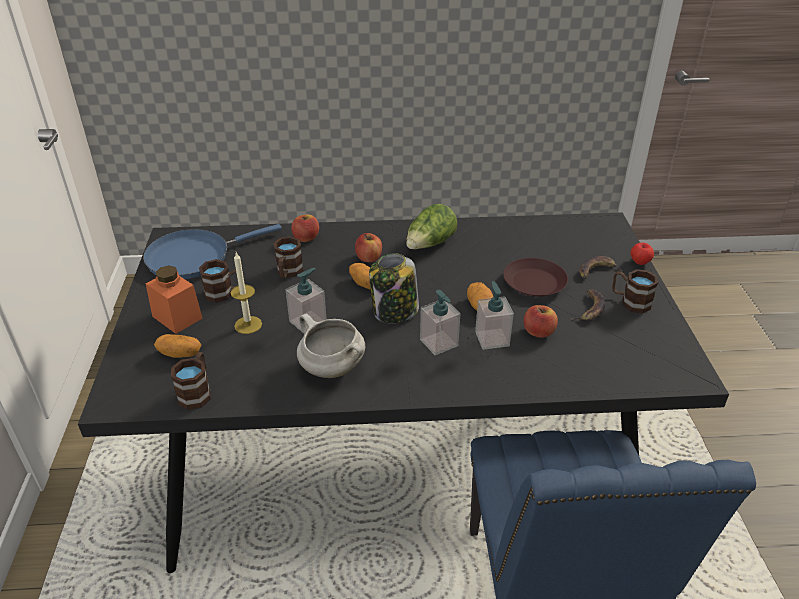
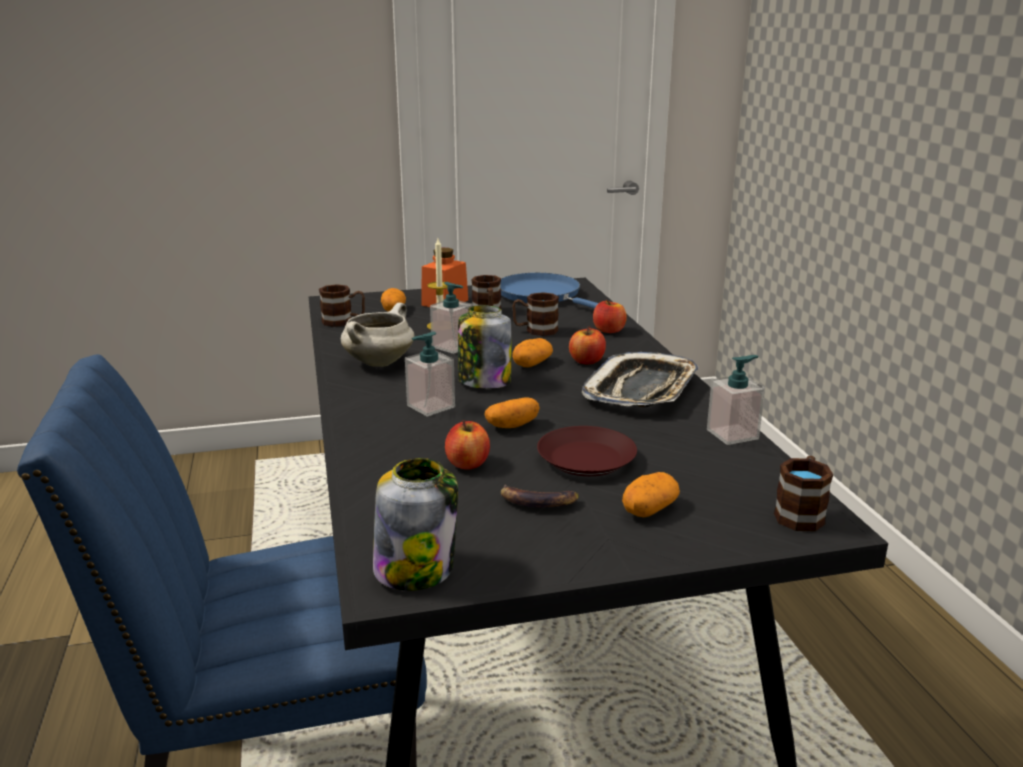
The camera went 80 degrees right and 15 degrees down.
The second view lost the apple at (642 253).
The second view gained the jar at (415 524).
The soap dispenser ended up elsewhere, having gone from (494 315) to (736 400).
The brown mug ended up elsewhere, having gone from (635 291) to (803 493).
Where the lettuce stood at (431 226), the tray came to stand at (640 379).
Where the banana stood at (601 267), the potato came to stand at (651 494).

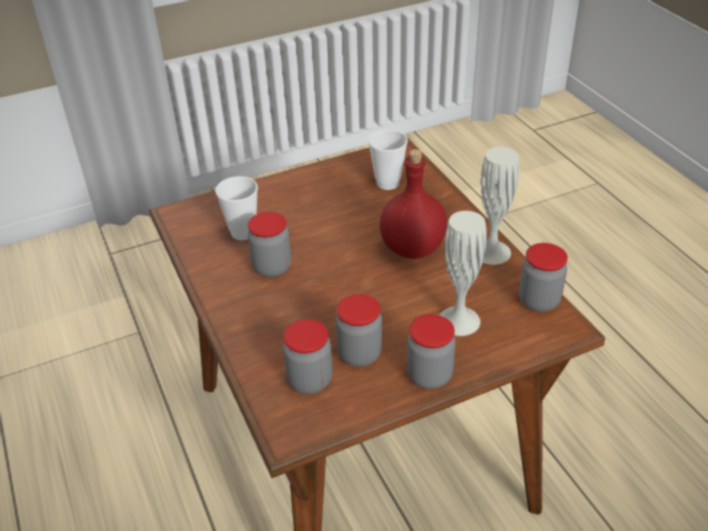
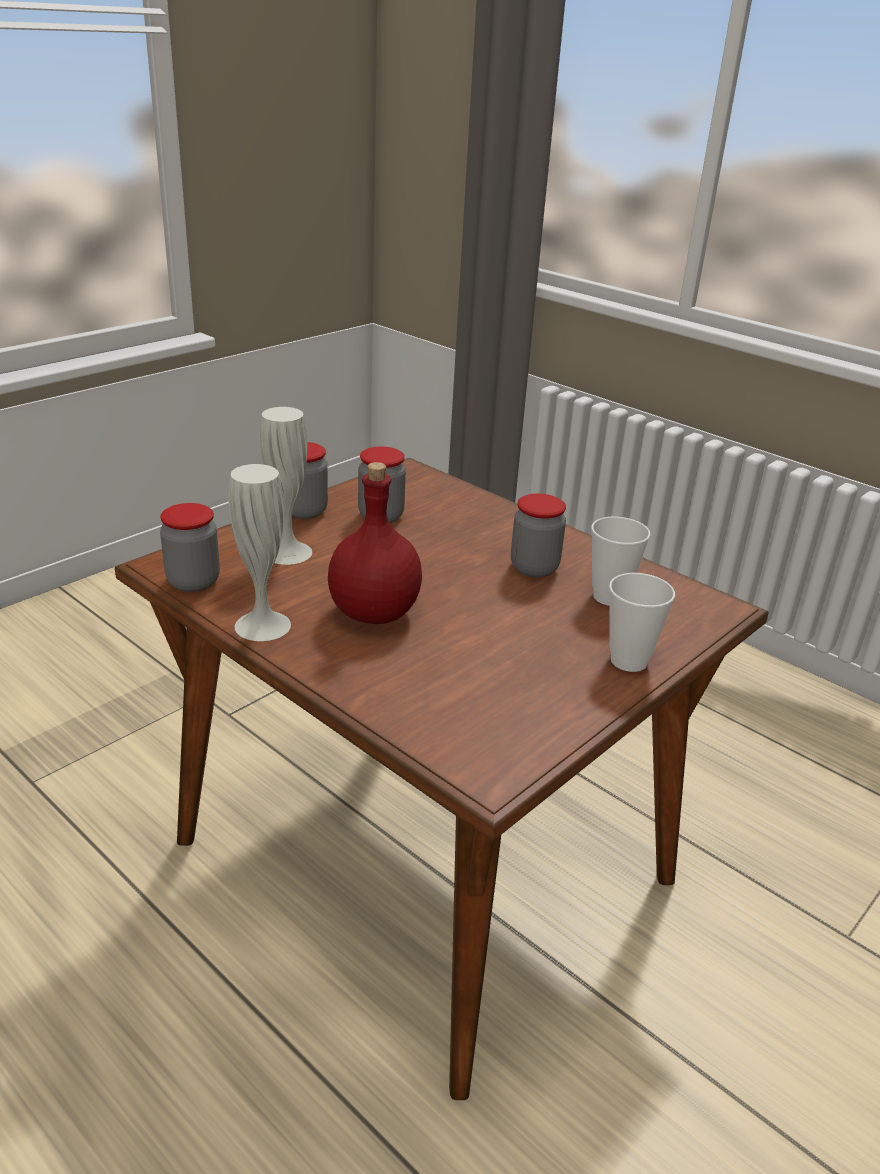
The camera went 155 degrees right and 10 degrees down.
The second view lost the jar at (308 356).
The cup ended up elsewhere, having gone from (388 160) to (642 622).

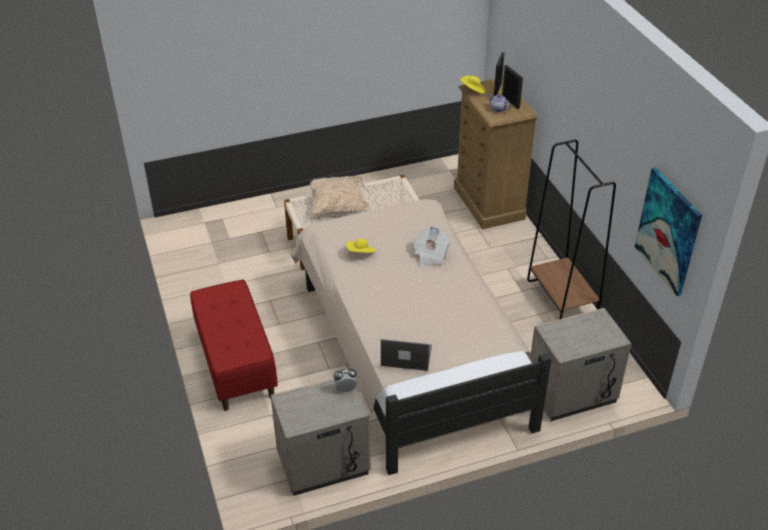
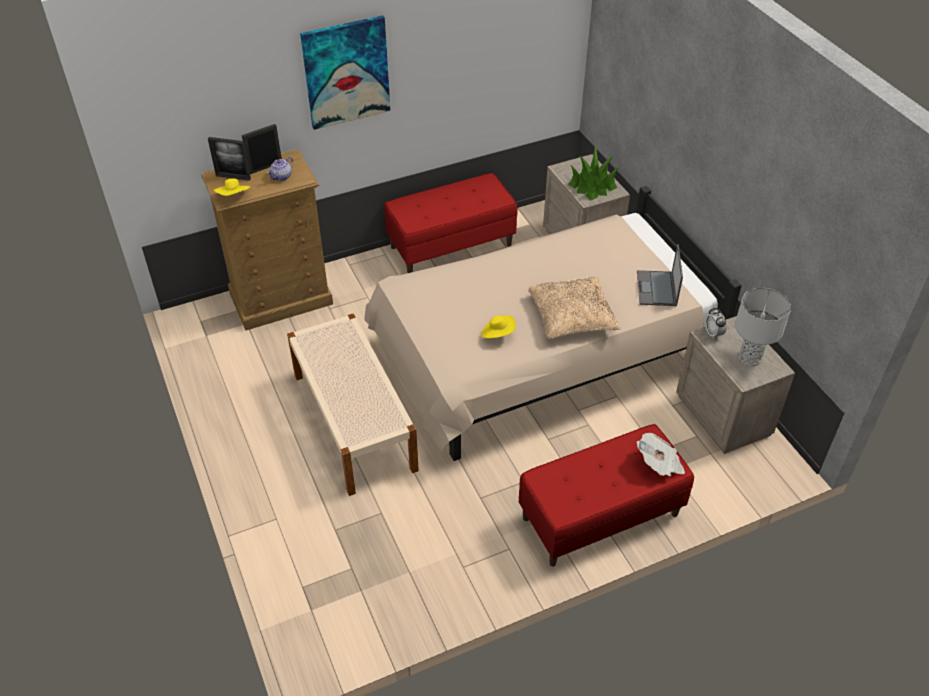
The camera went 95 degrees left and 5 degrees up.
The second view gained the potted plant at (594 172).
The second view gained the white table lamp at (763 327).
The beige pillow ended up elsewhere, having gone from (340 195) to (574 307).
The newspaper ended up elsewhere, having gone from (432 246) to (661 455).
The picture ended up elsewhere, having gone from (668 231) to (345 72).
Where the clothes rack stood at (571 229), the red bench came to stand at (451 223).

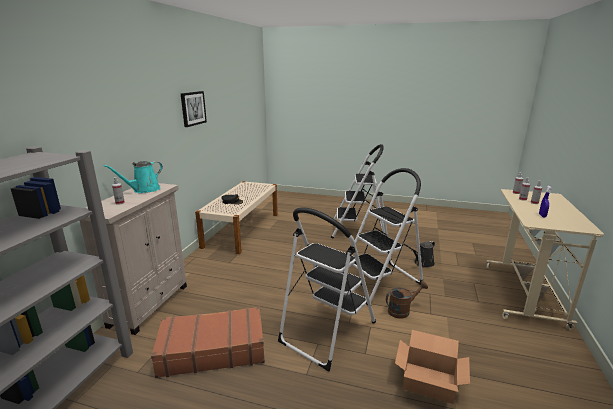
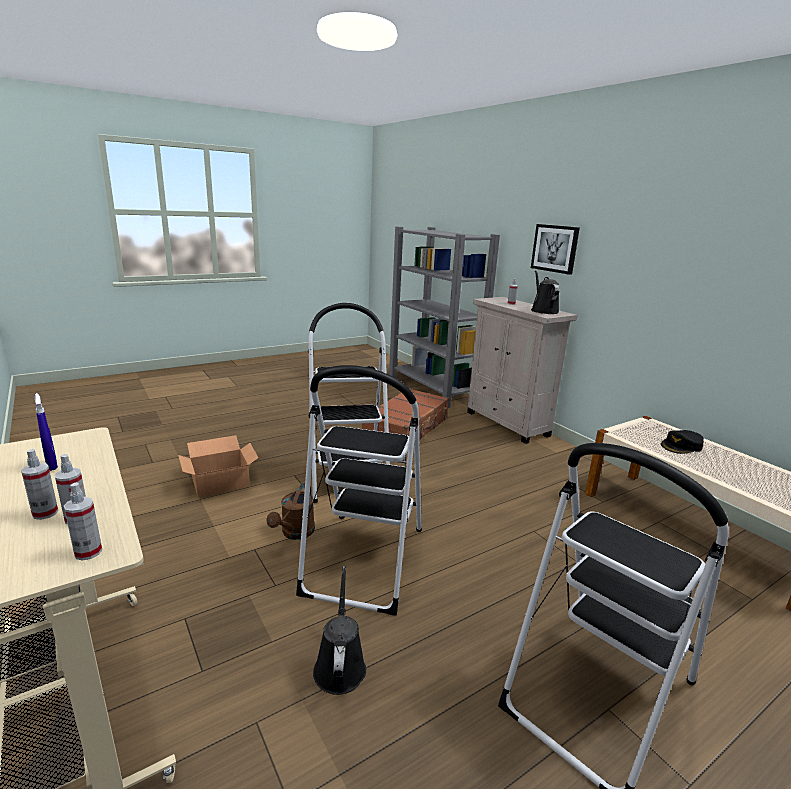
The camera went 130 degrees right and 0 degrees up.
The picture ended up elsewhere, having gone from (194 109) to (555 249).
What was the turquoise watering can at (133 177) turned into the black watering can at (545 292).

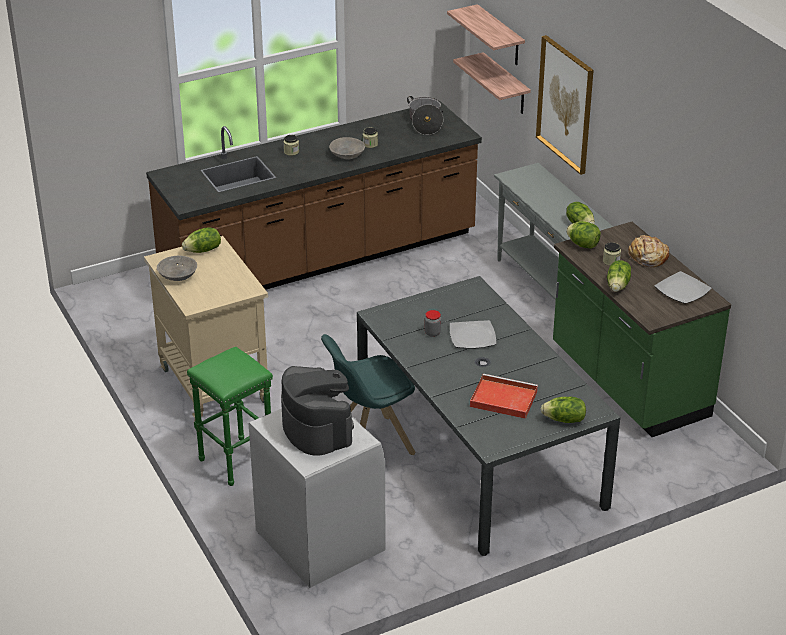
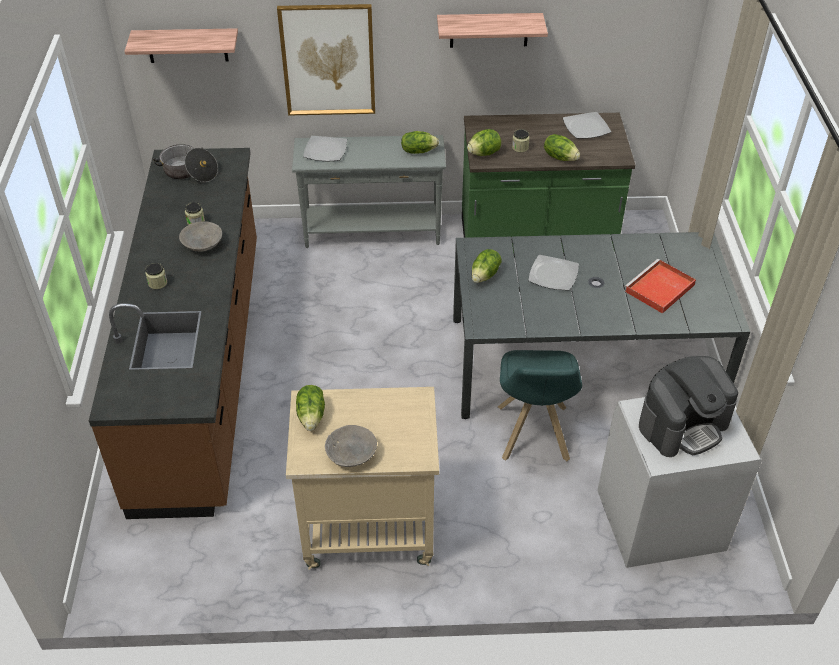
The camera went 65 degrees left and 10 degrees up.
The second view lost the green stool at (230 416).
The second view lost the jar at (433 323).
The second view lost the bread at (648 251).
The second view gained the plate at (325 148).
The shelf ended up elsewhere, having gone from (492 83) to (492 30).
The lettuce ended up elsewhere, having gone from (563 410) to (486 266).
The coffee machine at (317 411) ended up facing another way, 150 degrees clockwise from before.

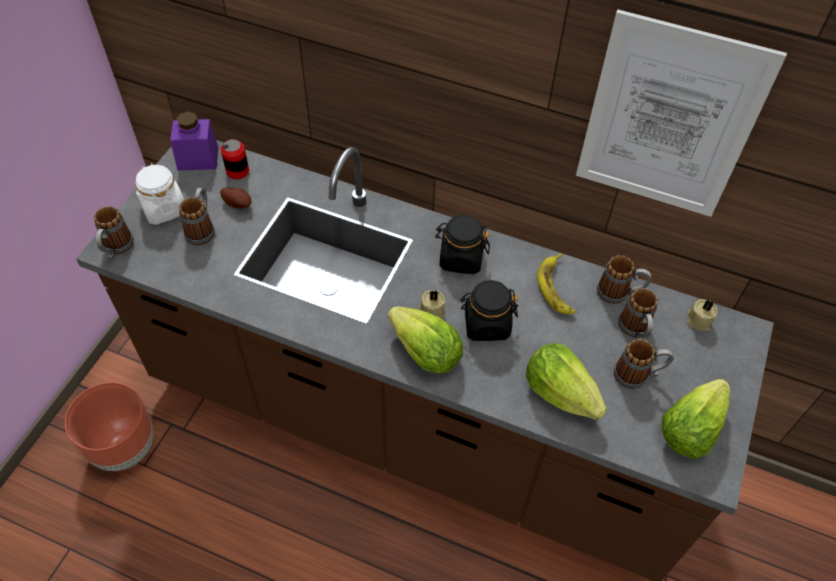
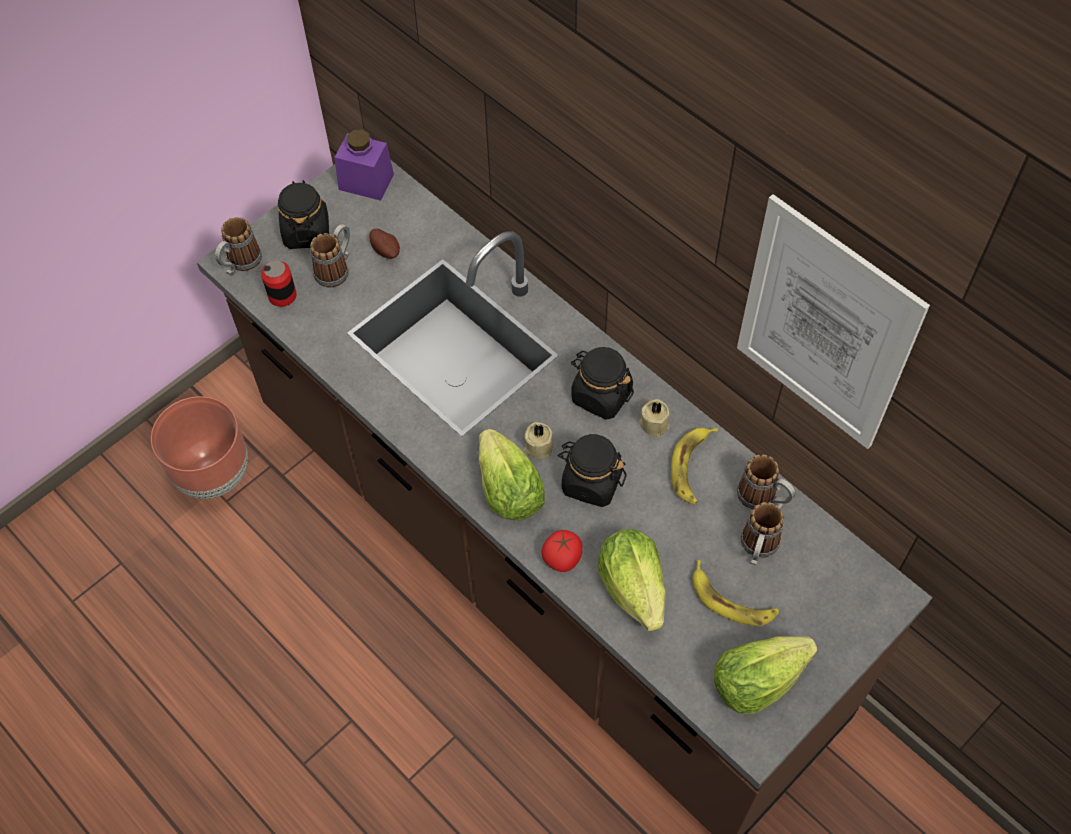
The camera went 25 degrees right and 5 degrees up.
The second view gained the tomato at (562 551).
The can ended up elsewhere, having gone from (235 159) to (279 283).
The beige candle ended up elsewhere, having gone from (702 315) to (654 418).
Where the mug stood at (643 364), the banana came to stand at (736 593).
What was the white jar at (160 194) turned into the black jar at (303 214).

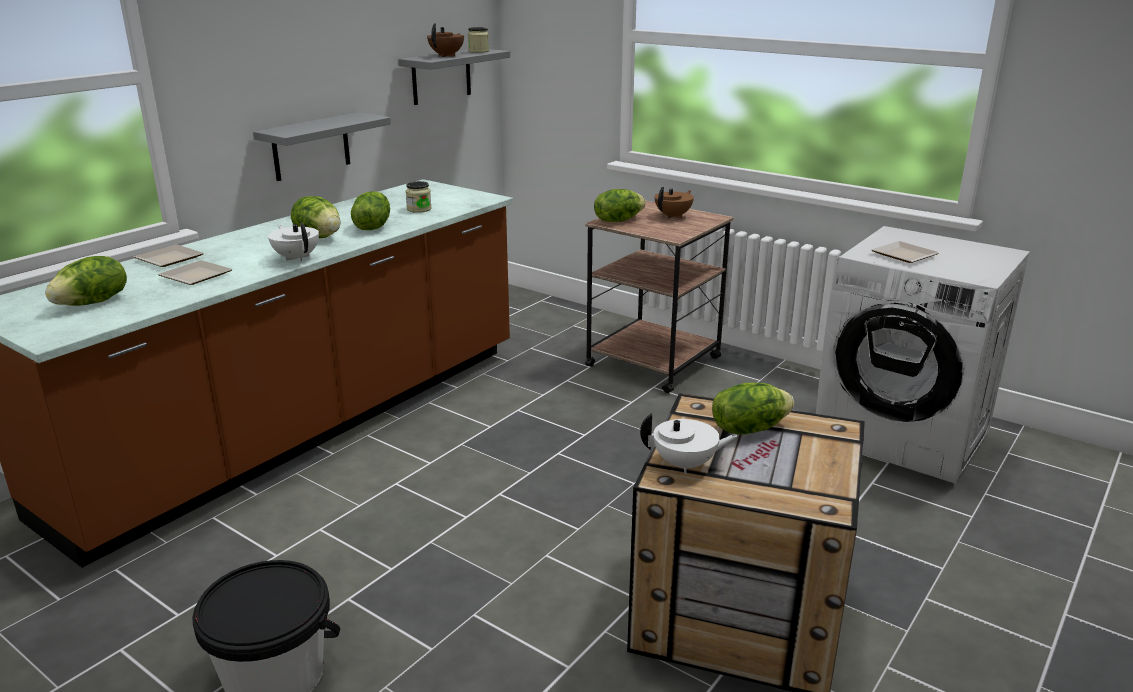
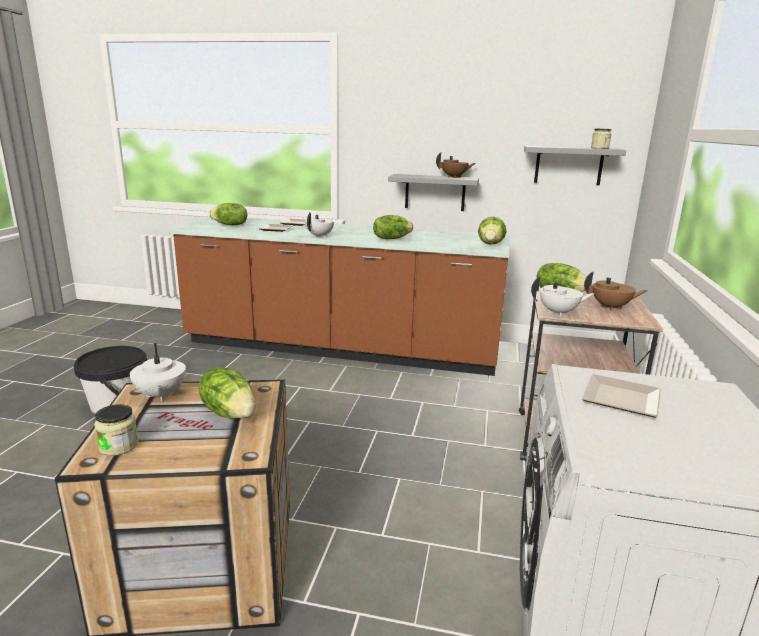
The camera went 65 degrees right and 5 degrees down.
The second view gained the white teapot at (562 297).
The lettuce ended up elsewhere, having gone from (315 217) to (492 230).
The jar ended up elsewhere, having gone from (418 197) to (116 430).
The brown teapot ended up elsewhere, having gone from (445 40) to (456 165).

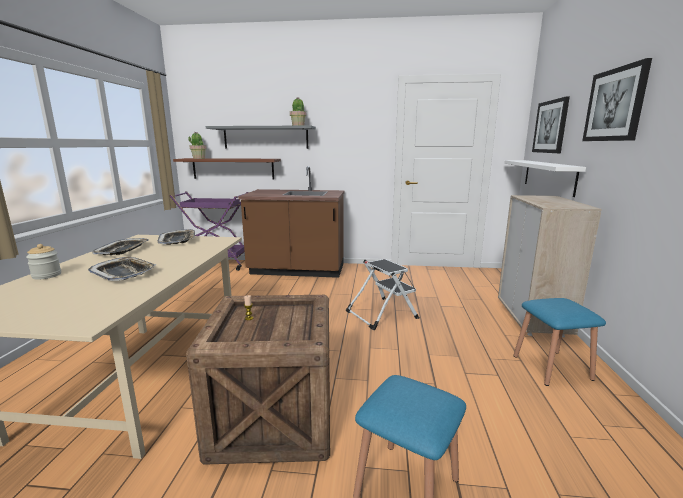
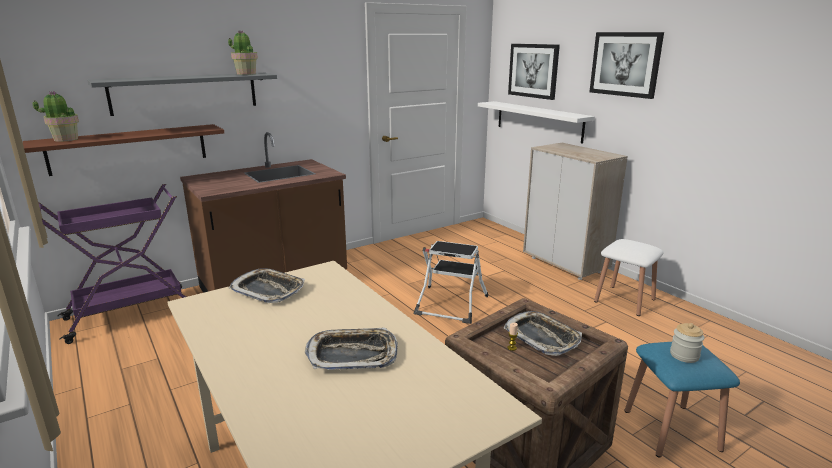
The camera went 40 degrees left and 5 degrees up.
The jar ended up elsewhere, having gone from (43 262) to (687 343).
The tray ended up elsewhere, having gone from (120 246) to (542 333).
What was the blue stool at (559 342) turned into the white stool at (628 277).

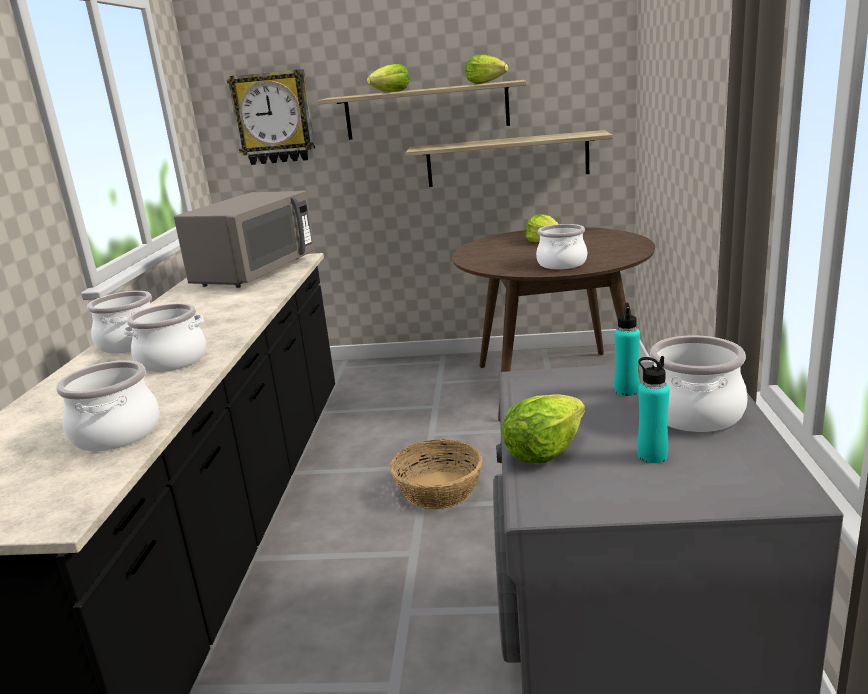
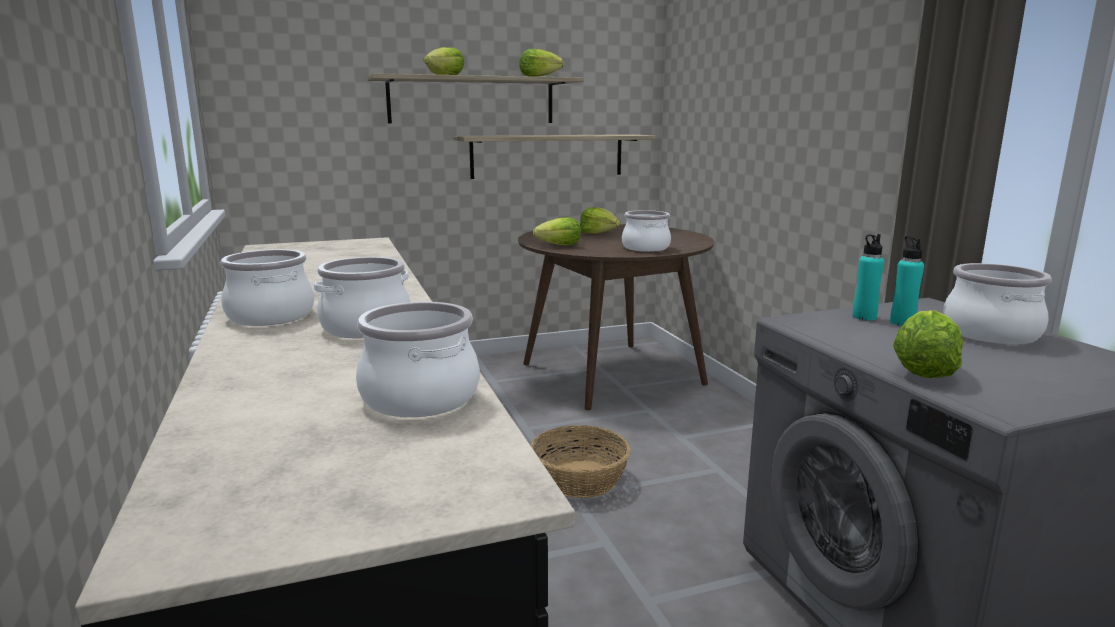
The camera went 25 degrees left and 5 degrees down.
The second view lost the grey microwave at (244 239).
The second view lost the wall clock at (271 117).
The second view gained the lettuce at (557 231).
The turquoise bottle ended up elsewhere, having gone from (653 409) to (868 277).

